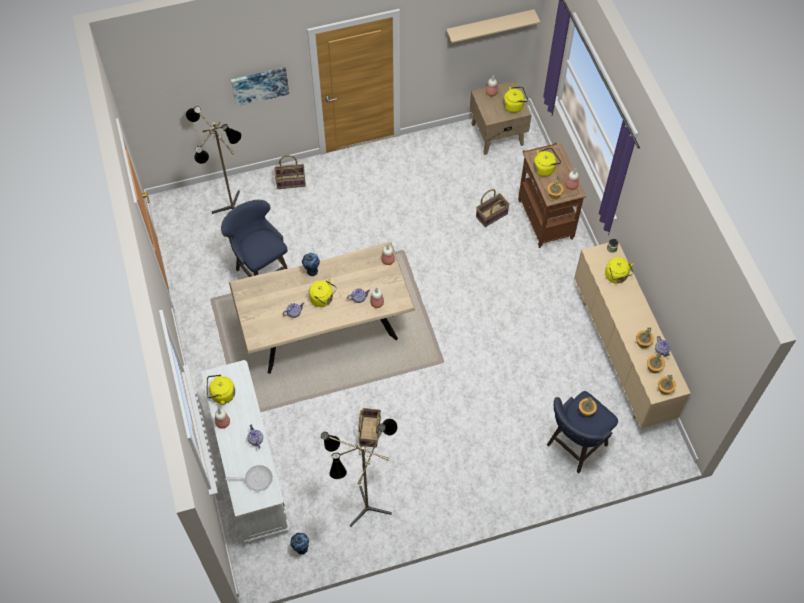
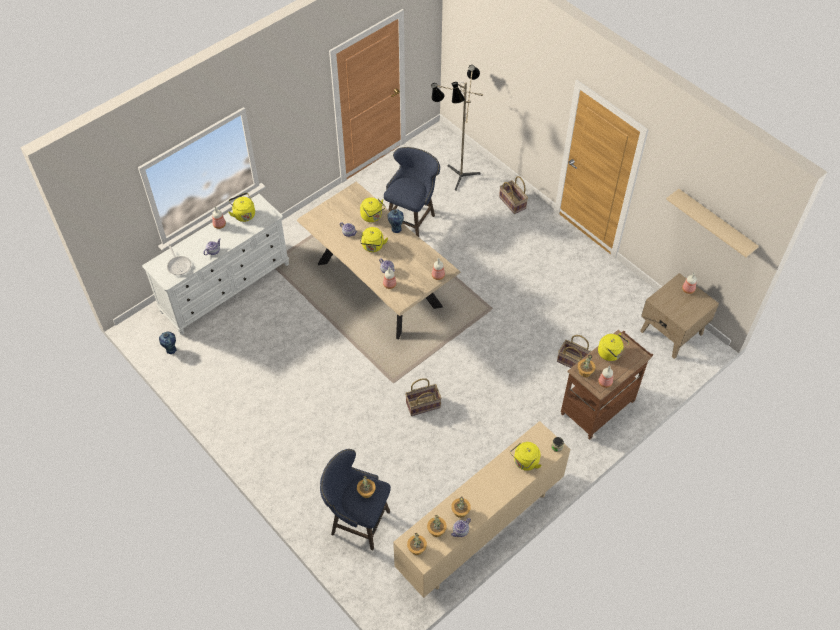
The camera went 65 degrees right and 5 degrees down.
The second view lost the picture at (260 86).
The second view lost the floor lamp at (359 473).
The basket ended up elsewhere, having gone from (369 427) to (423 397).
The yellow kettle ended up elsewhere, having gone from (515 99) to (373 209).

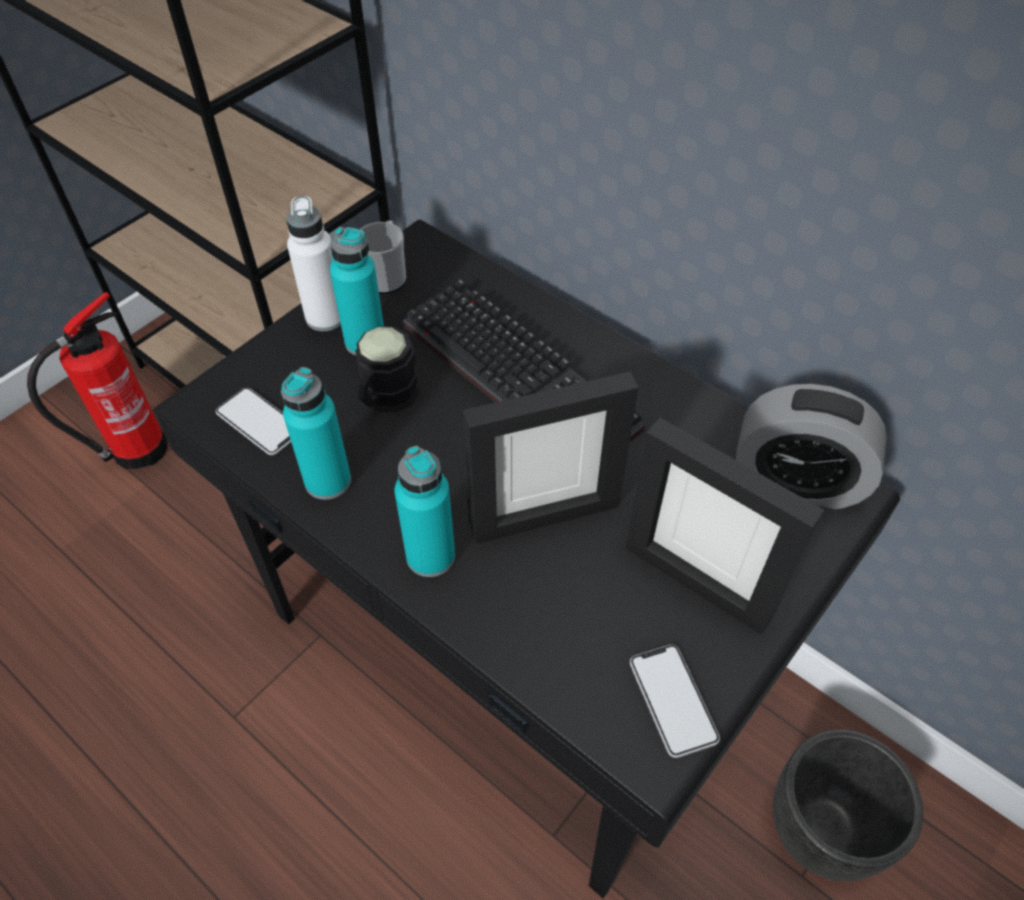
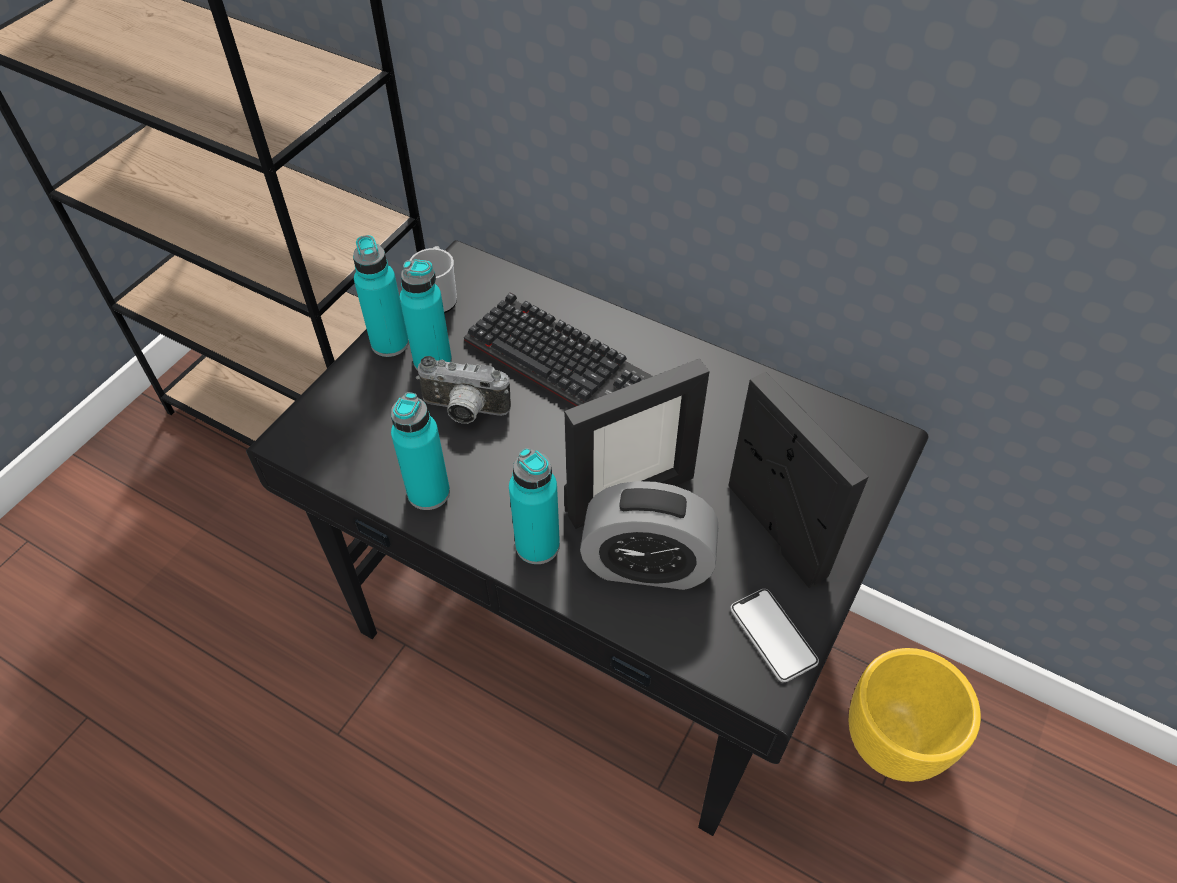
The camera went 10 degrees left and 0 degrees up.
The second view lost the fire extinguisher at (97 380).
The second view lost the phone at (253 421).
The alarm clock ended up elsewhere, having gone from (811 446) to (649 535).
Where the black mug stood at (387 369), the photo camera came to stand at (463 390).
What was the white bottle at (313 263) turned into the turquoise bottle at (381 296).
What was the black planter at (848 806) turned into the yellow planter at (914 715).
The picture frame at (725 526) ended up facing another way, 150 degrees counterclockwise from before.

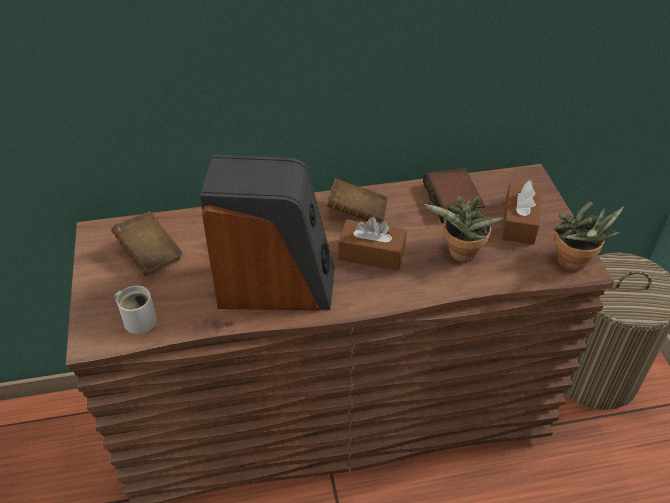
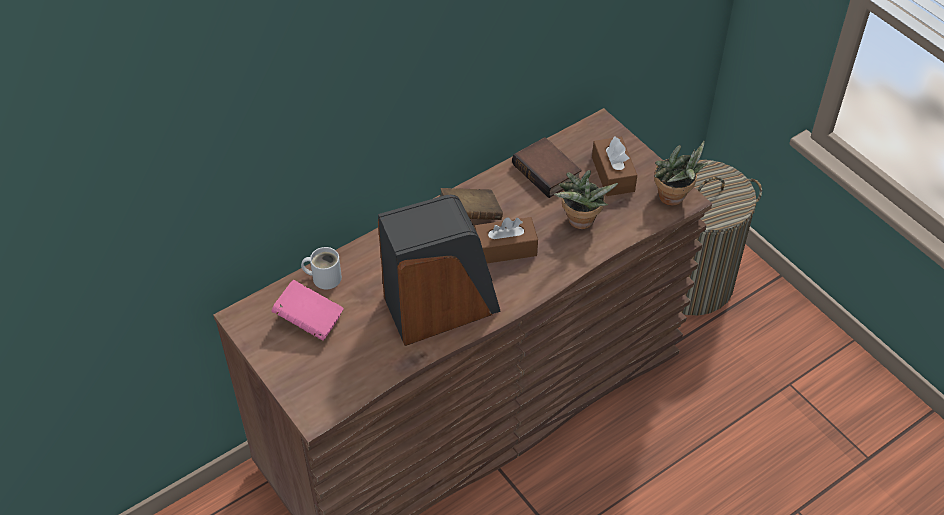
The camera went 25 degrees left and 5 degrees up.
The white mug ended up elsewhere, having gone from (136 310) to (321 268).
What was the brown book at (147 243) turned into the pink book at (307 310).

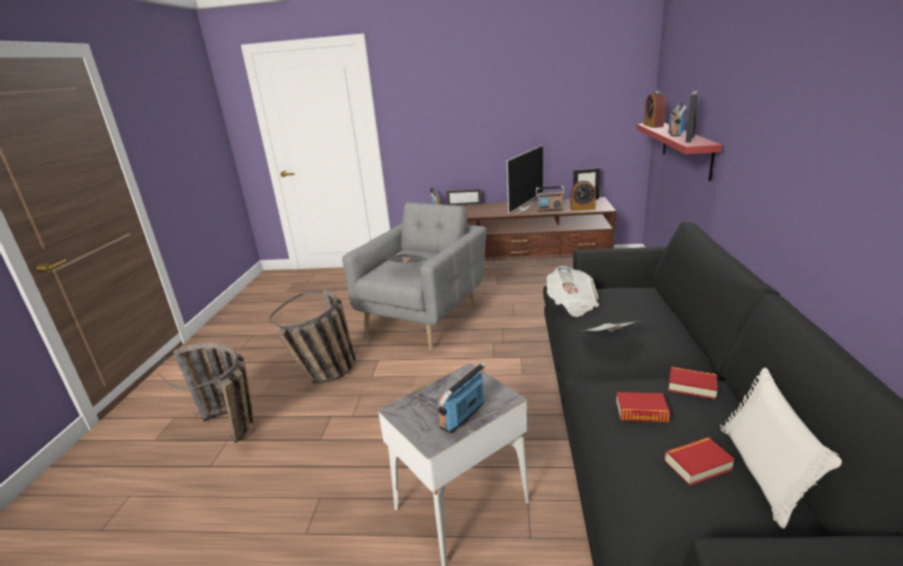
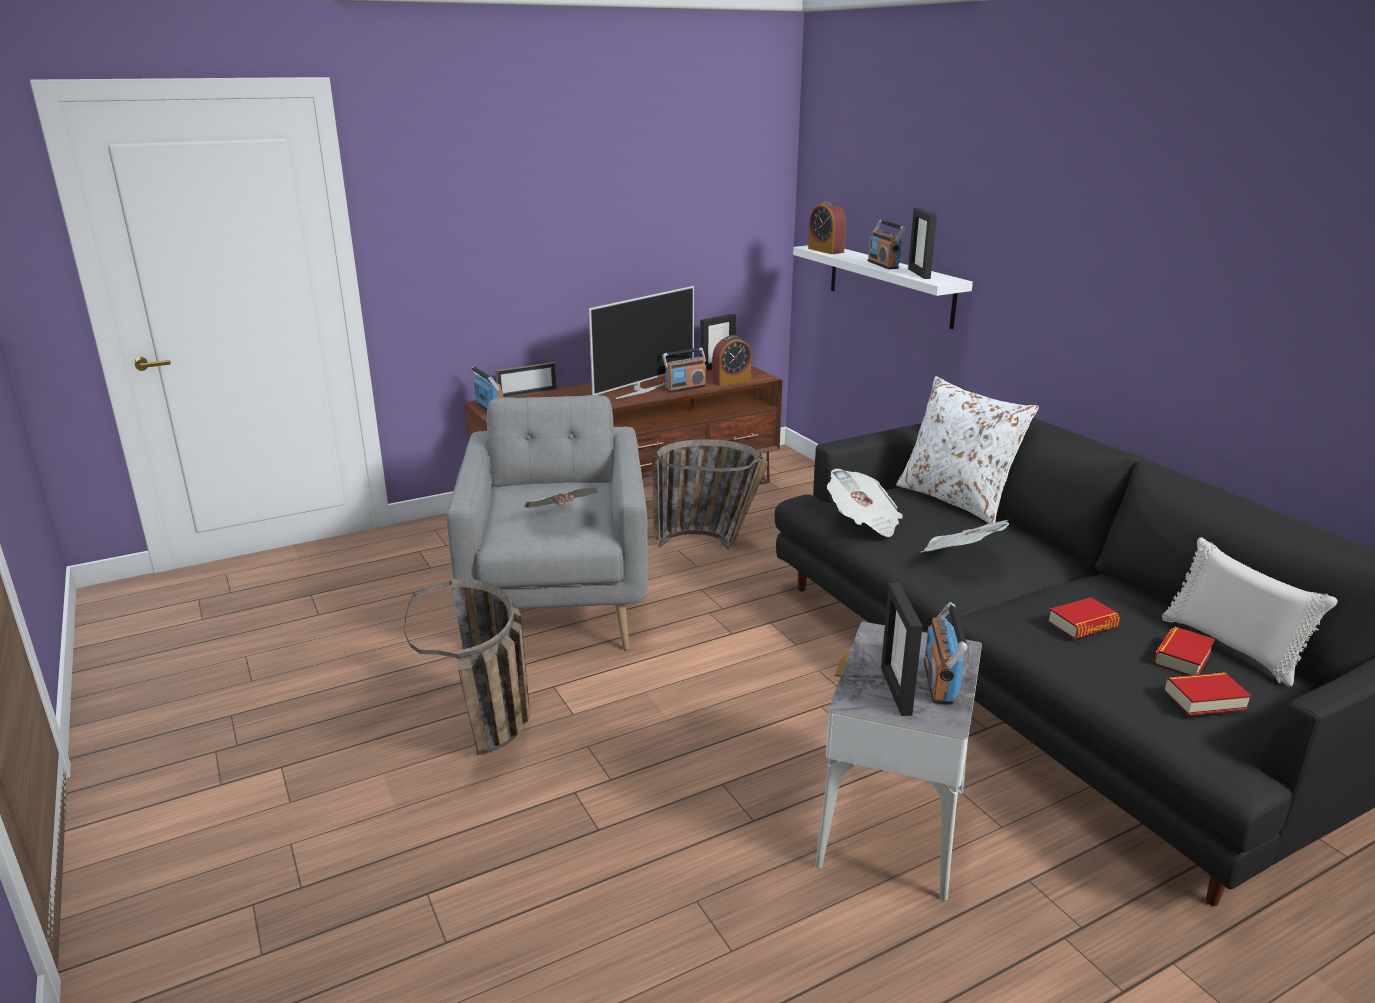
The camera went 35 degrees left and 0 degrees up.
The second view gained the picture frame at (902 649).
The second view gained the white pillow at (967 450).
The basket ended up elsewhere, having gone from (203 393) to (710 494).
The book ended up elsewhere, having gone from (693 383) to (1207 694).
What was the red shelf at (679 152) turned into the white shelf at (883 287).
The television at (525 180) ended up facing another way, 45 degrees clockwise from before.

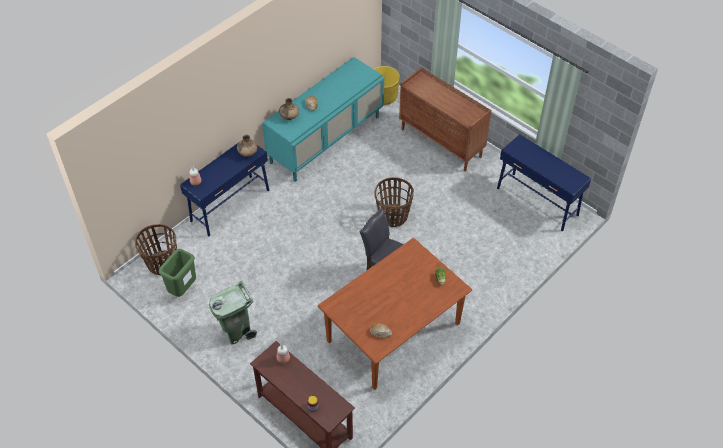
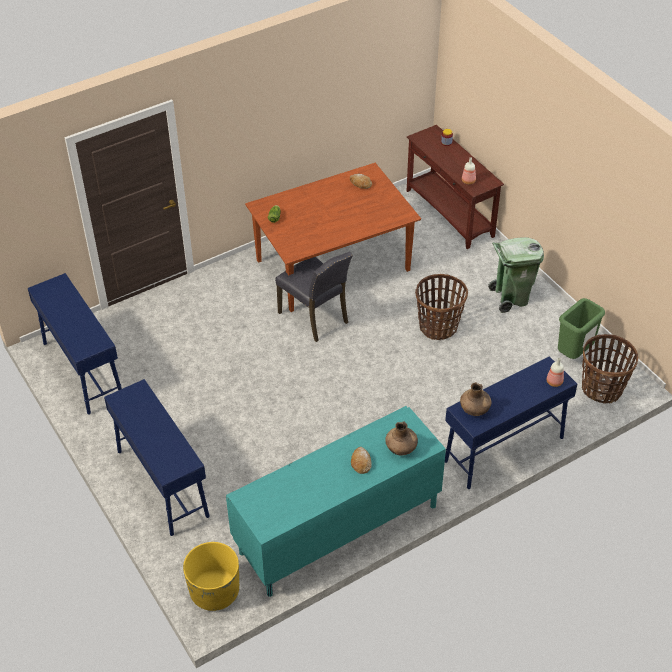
The camera went 165 degrees left and 5 degrees down.
The basket ended up elsewhere, having gone from (394 202) to (441 307).
Where the brown cabinet stood at (445 119), the blue console table came to stand at (157 457).

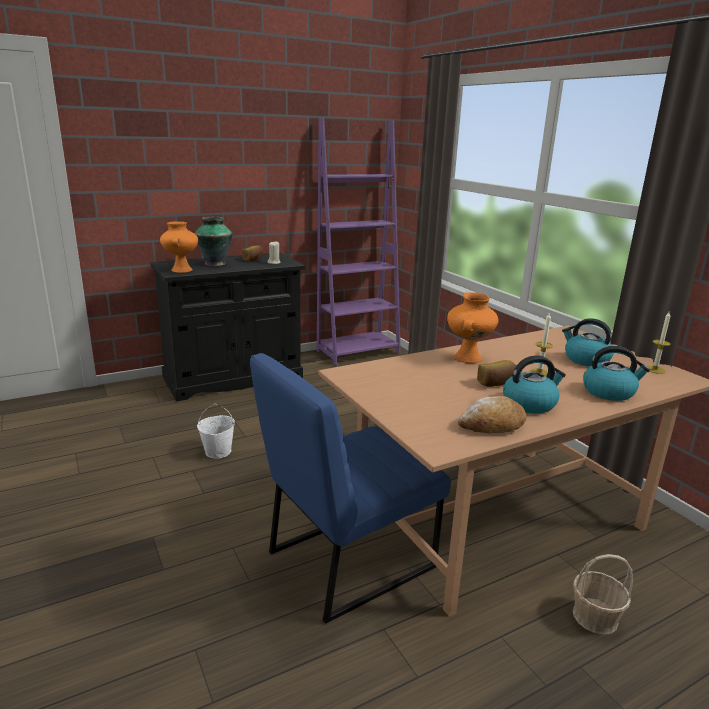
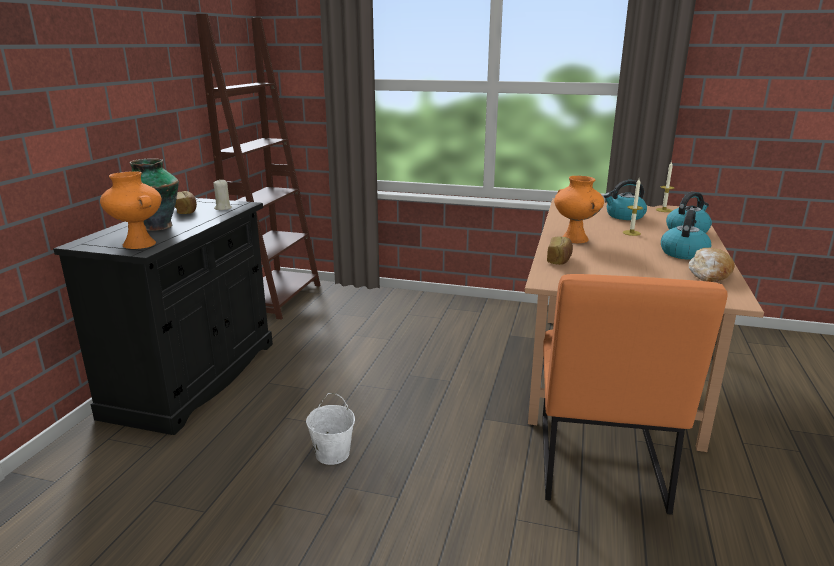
The camera went 45 degrees left and 0 degrees up.
The second view lost the basket at (603 594).
The bread ended up elsewhere, having gone from (497 373) to (560 250).
What was the blue chair at (350 488) turned into the orange chair at (634 394).
What was the purple bookcase at (359 242) turned into the brown bookcase at (258 167).

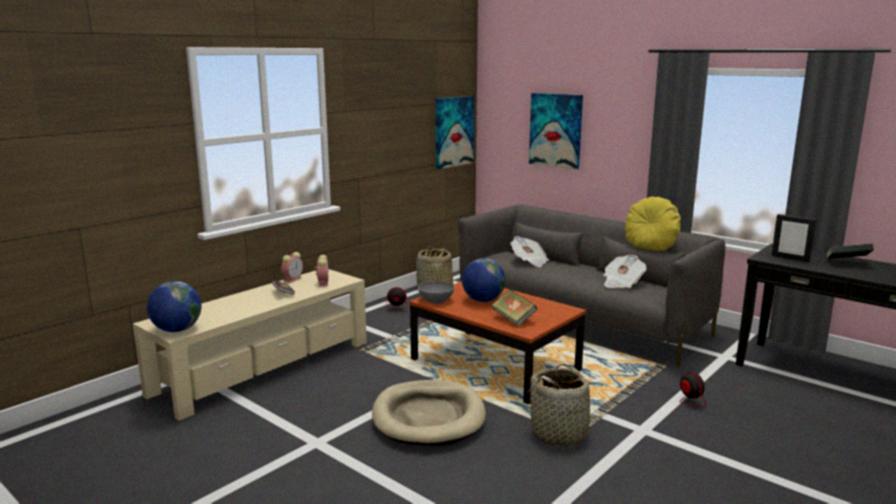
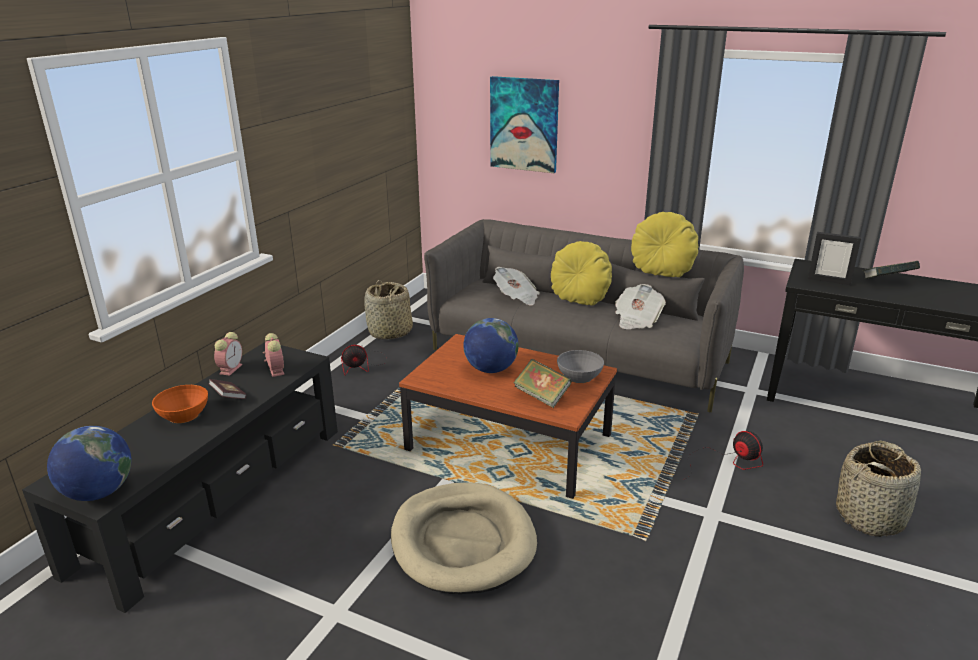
The camera went 15 degrees left and 10 degrees up.
The second view lost the picture at (455 132).
The second view gained the orange bowl at (180 404).
The second view gained the yellow pillow at (581 273).
The grey bowl ended up elsewhere, having gone from (436 292) to (580 366).
The basket ended up elsewhere, having gone from (563 404) to (878 489).
What was the beige tv stand at (250 345) turned into the black tv stand at (180 477).

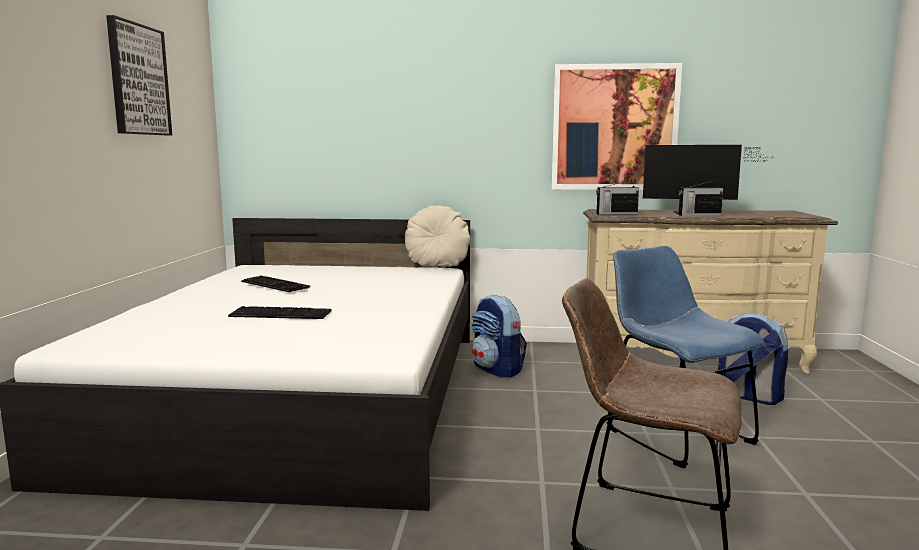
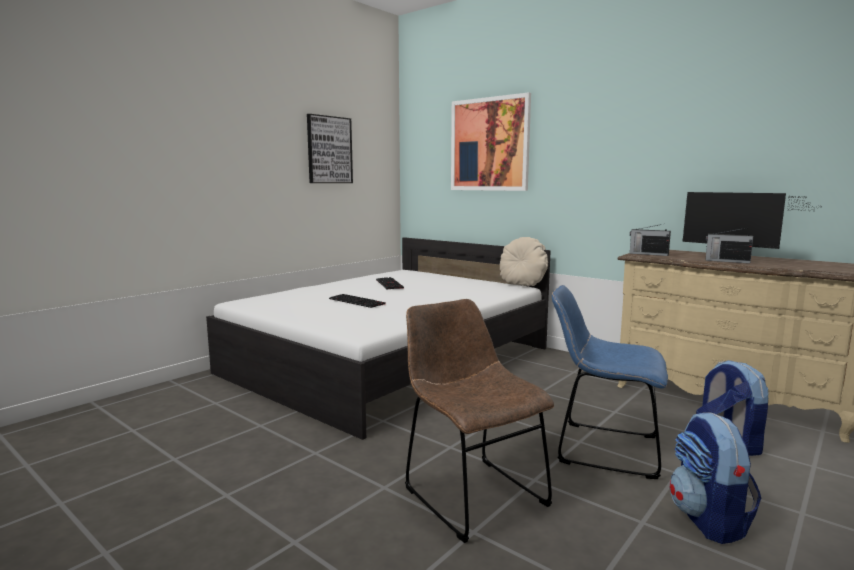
The camera went 35 degrees right and 0 degrees up.
The backpack ended up elsewhere, having gone from (499 336) to (715 478).
The picture ended up elsewhere, having gone from (616 126) to (491 141).
The blue chair at (686 357) ended up facing another way, 75 degrees counterclockwise from before.

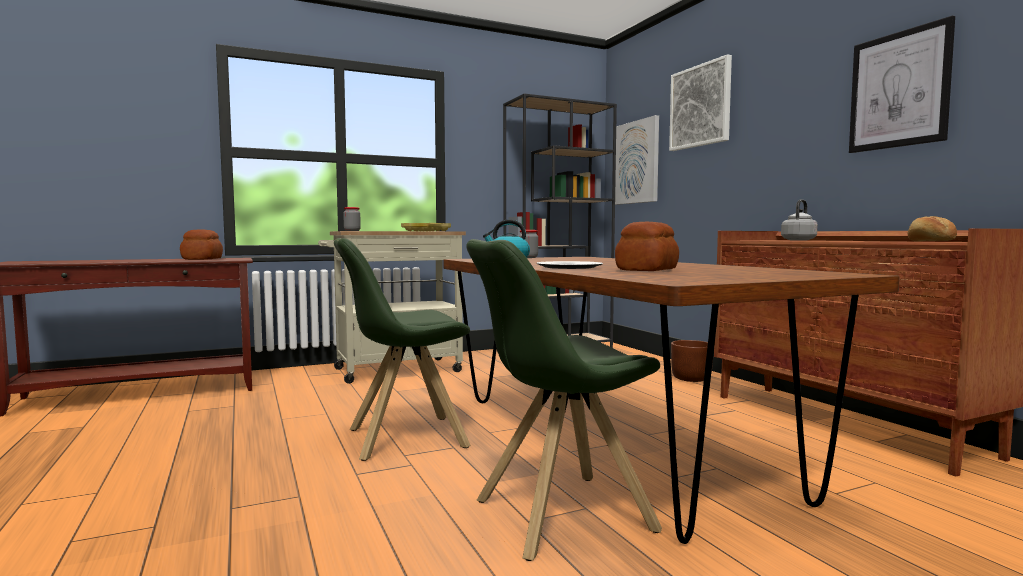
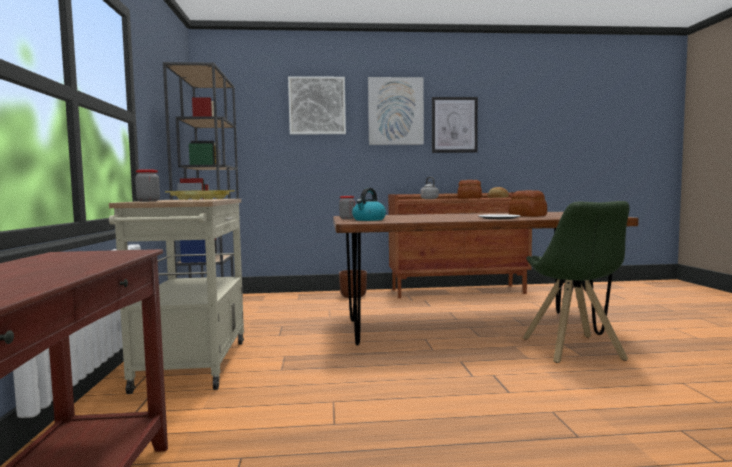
The camera went 70 degrees left and 0 degrees up.
The second view lost the green chair at (402 349).
The bread ended up elsewhere, having gone from (201 244) to (469 189).
The picture ended up elsewhere, having gone from (637 160) to (396 111).

